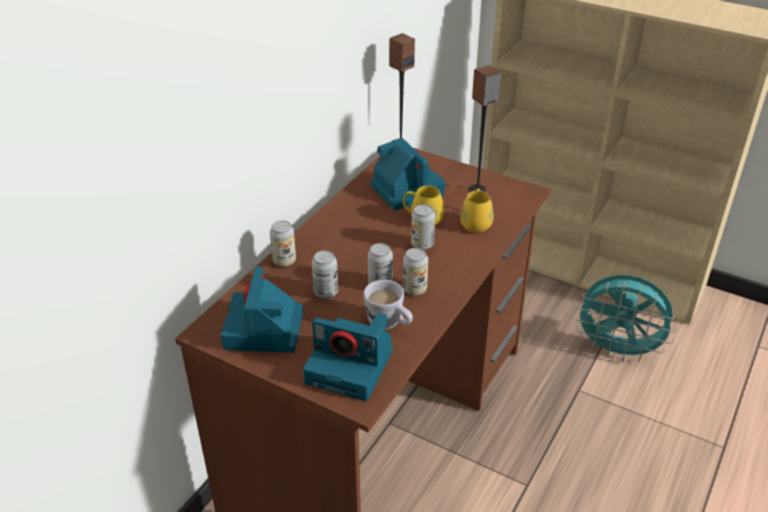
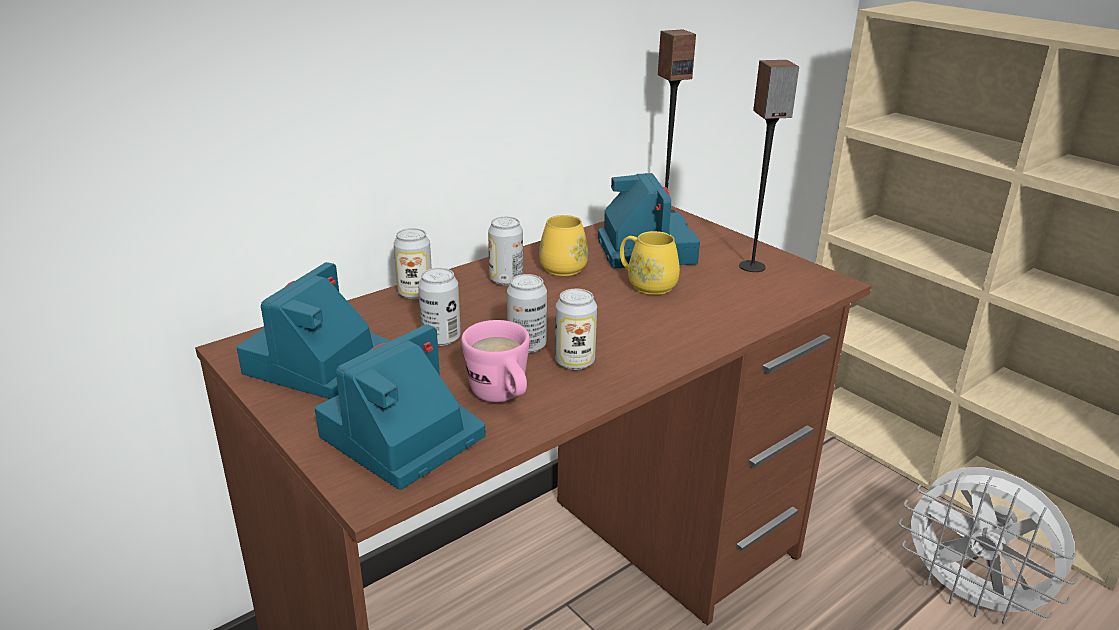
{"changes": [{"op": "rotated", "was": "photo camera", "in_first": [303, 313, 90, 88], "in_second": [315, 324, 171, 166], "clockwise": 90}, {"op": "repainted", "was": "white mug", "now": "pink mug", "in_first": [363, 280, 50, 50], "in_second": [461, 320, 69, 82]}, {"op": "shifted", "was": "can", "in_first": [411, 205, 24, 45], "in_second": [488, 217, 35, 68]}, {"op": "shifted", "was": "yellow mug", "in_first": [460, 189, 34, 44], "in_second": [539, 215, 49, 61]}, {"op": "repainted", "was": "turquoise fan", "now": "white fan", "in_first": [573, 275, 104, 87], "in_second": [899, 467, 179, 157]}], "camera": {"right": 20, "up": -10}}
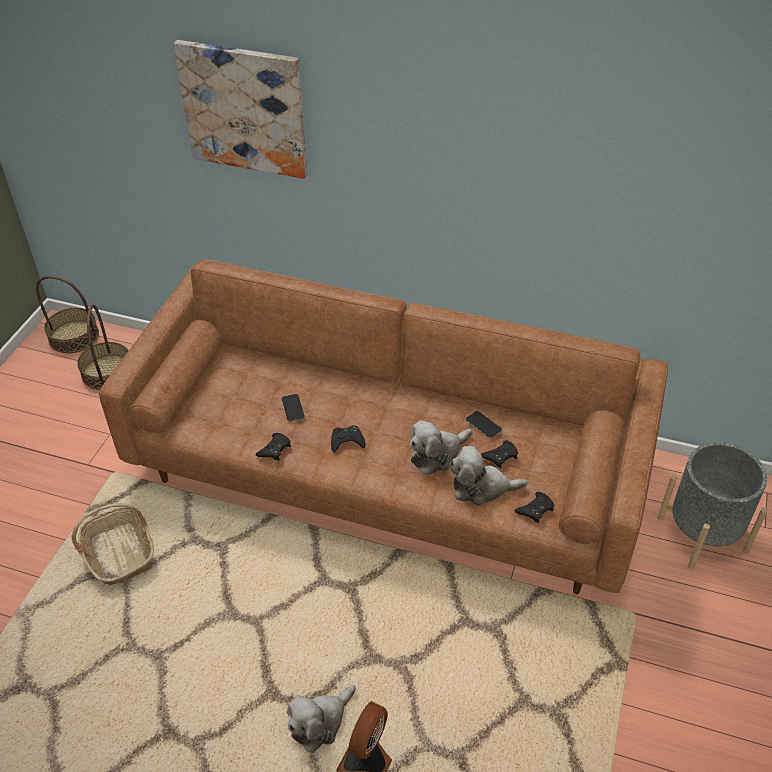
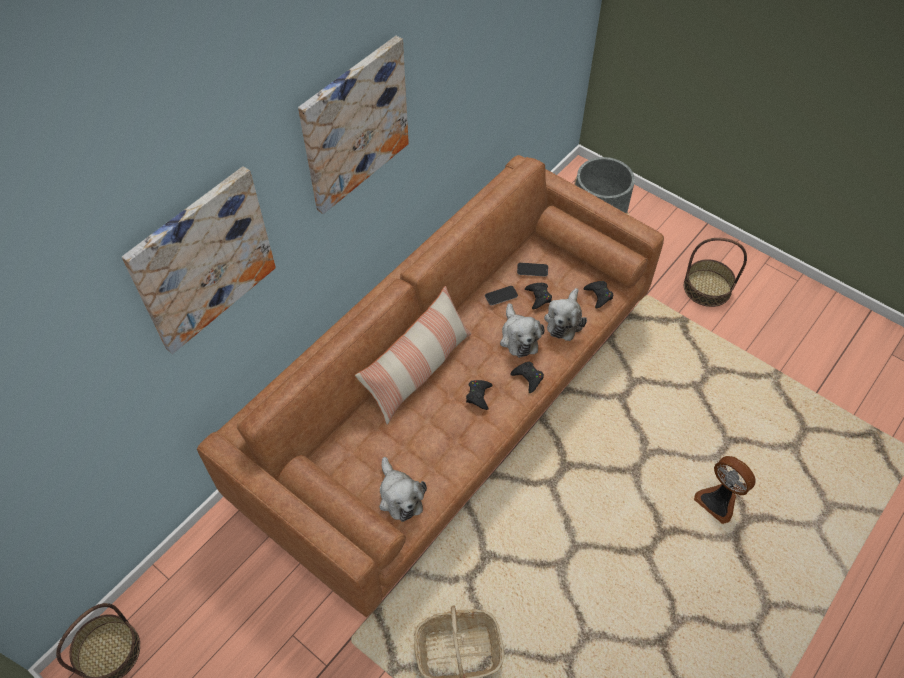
{"changes": [{"op": "shifted", "was": "basket", "in_first": [77, 305, 52, 85], "in_second": [684, 238, 63, 69]}, {"op": "shifted", "was": "black game controller", "in_first": [255, 433, 36, 28], "in_second": [510, 362, 34, 31]}, {"op": "shifted", "was": "phone", "in_first": [282, 394, 23, 28], "in_second": [517, 263, 31, 14]}, {"op": "shifted", "was": "plush toy", "in_first": [287, 685, 69, 67], "in_second": [379, 457, 48, 65]}, {"op": "new", "now": "picture", "in_second": [298, 36, 111, 178]}, {"op": "new", "now": "pillow", "in_second": [355, 286, 116, 139]}], "camera": {"right": -70, "up": 10}}
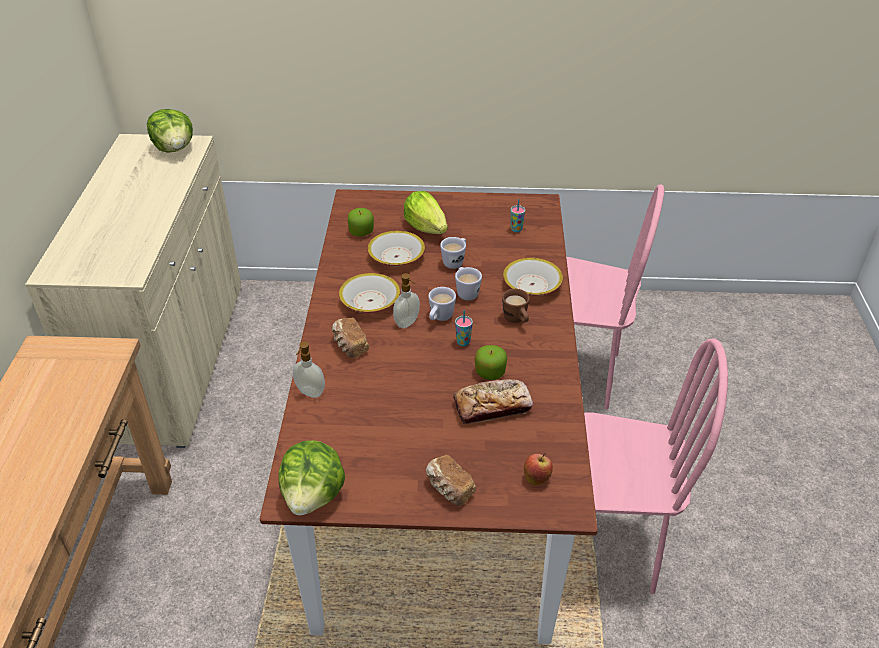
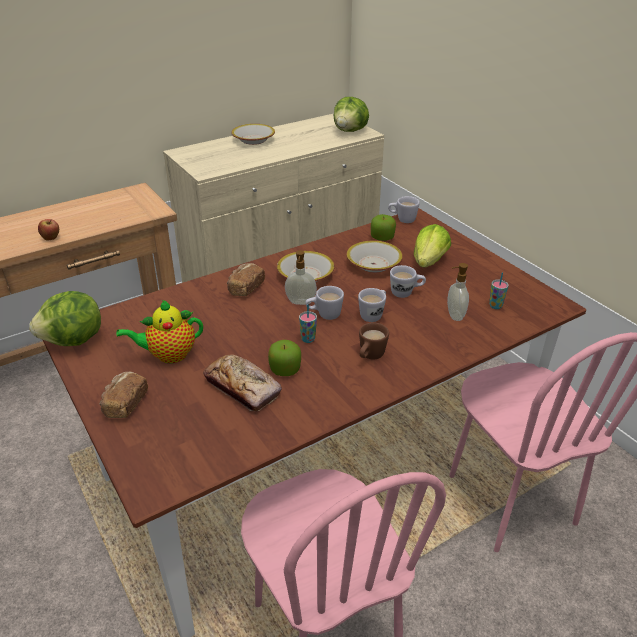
{"changes": [{"op": "shifted", "was": "soap dispenser", "in_first": [293, 341, 32, 57], "in_second": [447, 263, 22, 58]}, {"op": "shifted", "was": "bowl", "in_first": [503, 258, 60, 38], "in_second": [232, 124, 43, 21]}, {"op": "shifted", "was": "apple", "in_first": [524, 453, 29, 32], "in_second": [38, 219, 21, 22]}, {"op": "new", "now": "teapot", "in_second": [116, 300, 87, 63]}, {"op": "new", "now": "white mug", "in_second": [388, 196, 32, 27]}], "camera": {"right": 55, "up": -5}}
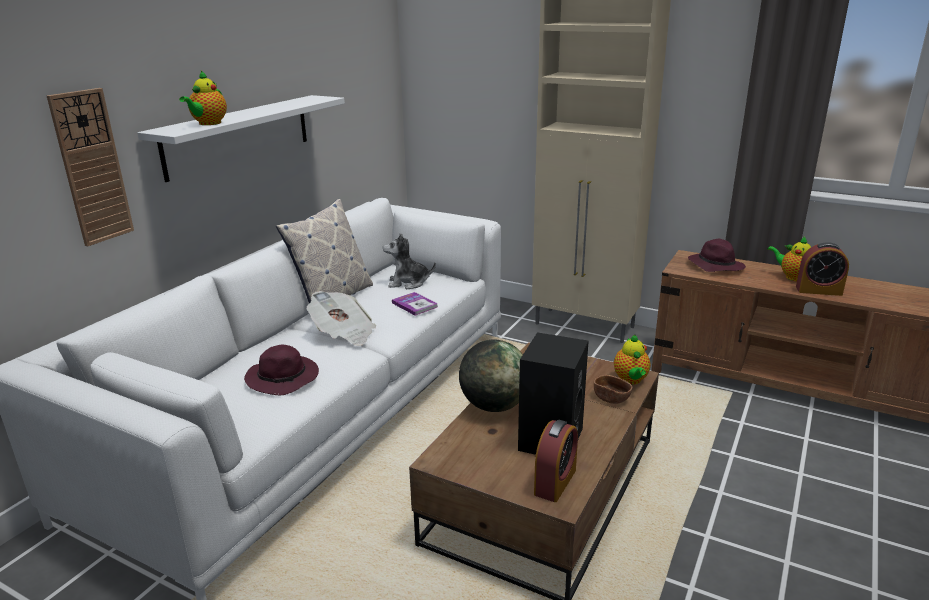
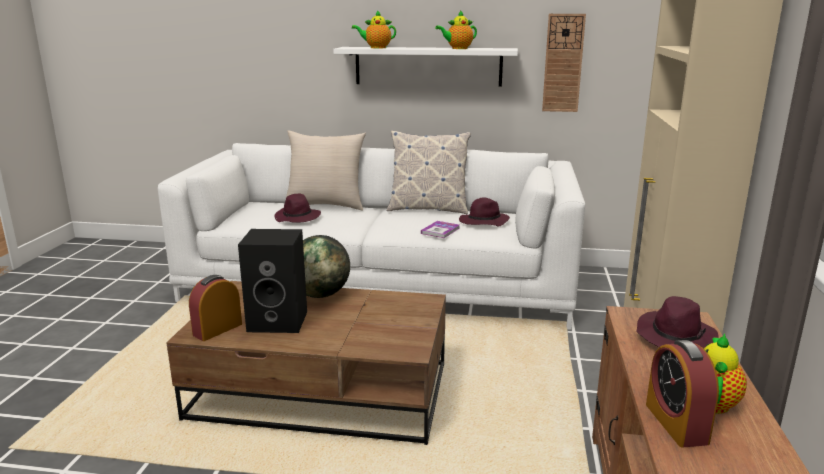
{"changes": [{"op": "shifted", "was": "wall clock", "in_first": [47, 88, 87, 158], "in_second": [542, 14, 44, 98]}, {"op": "gone", "was": "newspaper", "in_first": [307, 291, 69, 55]}, {"op": "swapped", "was": "plush toy", "now": "purple hat", "in_first": [383, 233, 53, 56], "in_second": [459, 197, 51, 29]}, {"op": "rotated", "was": "alarm clock", "in_first": [534, 420, 44, 82], "in_second": [189, 275, 53, 66], "clockwise": 120}, {"op": "gone", "was": "brown bowl", "in_first": [594, 375, 38, 29]}, {"op": "shifted", "was": "teapot", "in_first": [614, 335, 37, 50], "in_second": [435, 10, 42, 39]}, {"op": "new", "now": "beige pillow", "in_second": [285, 130, 81, 81]}], "camera": {"right": 70, "up": -5}}
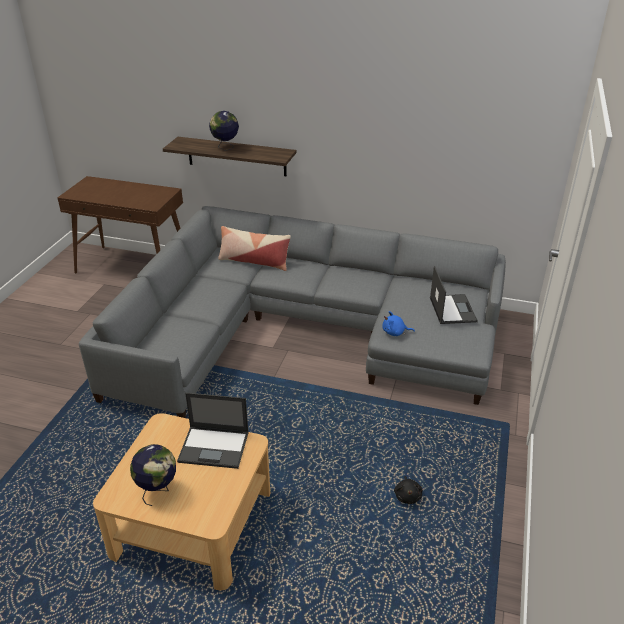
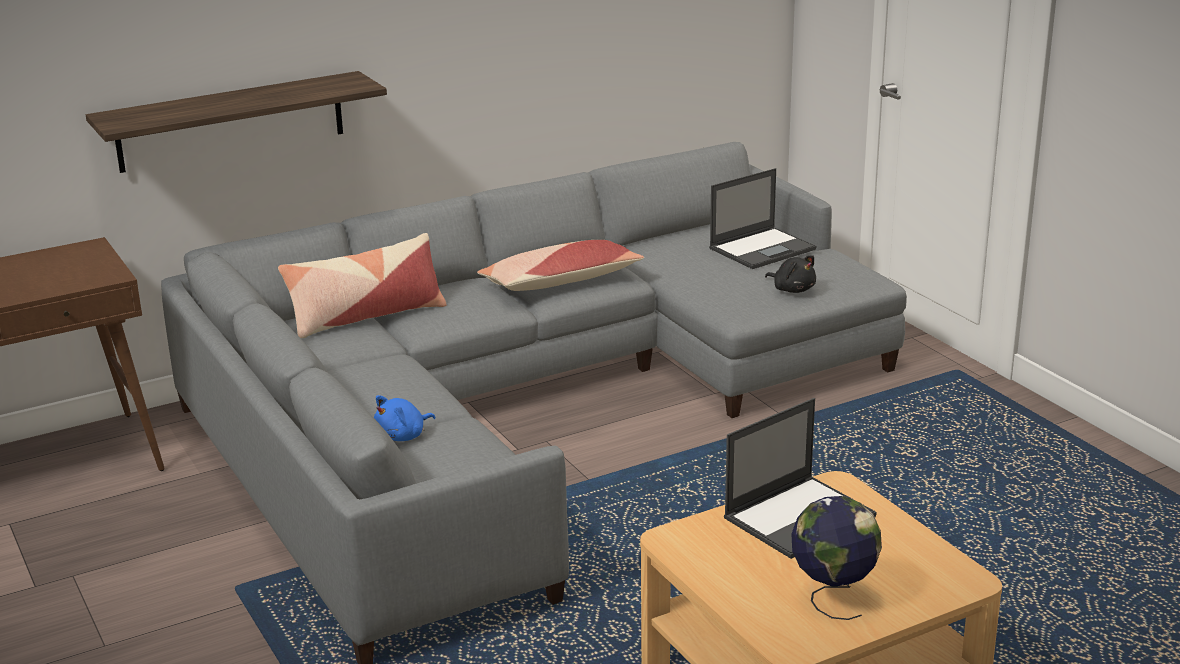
{"changes": [{"op": "gone", "was": "globe", "in_first": [209, 111, 30, 40]}, {"op": "shifted", "was": "blue plush toy", "in_first": [383, 311, 32, 25], "in_second": [374, 395, 61, 46]}, {"op": "shifted", "was": "black plush toy", "in_first": [394, 476, 29, 28], "in_second": [765, 255, 51, 38]}, {"op": "rotated", "was": "laptop", "in_first": [430, 266, 48, 58], "in_second": [709, 168, 107, 101], "clockwise": 105}, {"op": "new", "now": "pillow", "in_second": [477, 240, 167, 51]}], "camera": {"right": -45, "up": -10}}
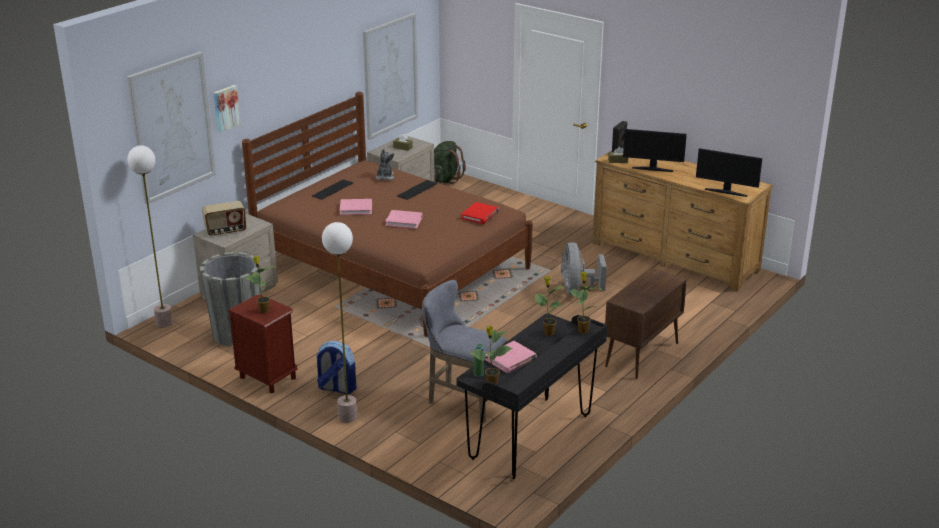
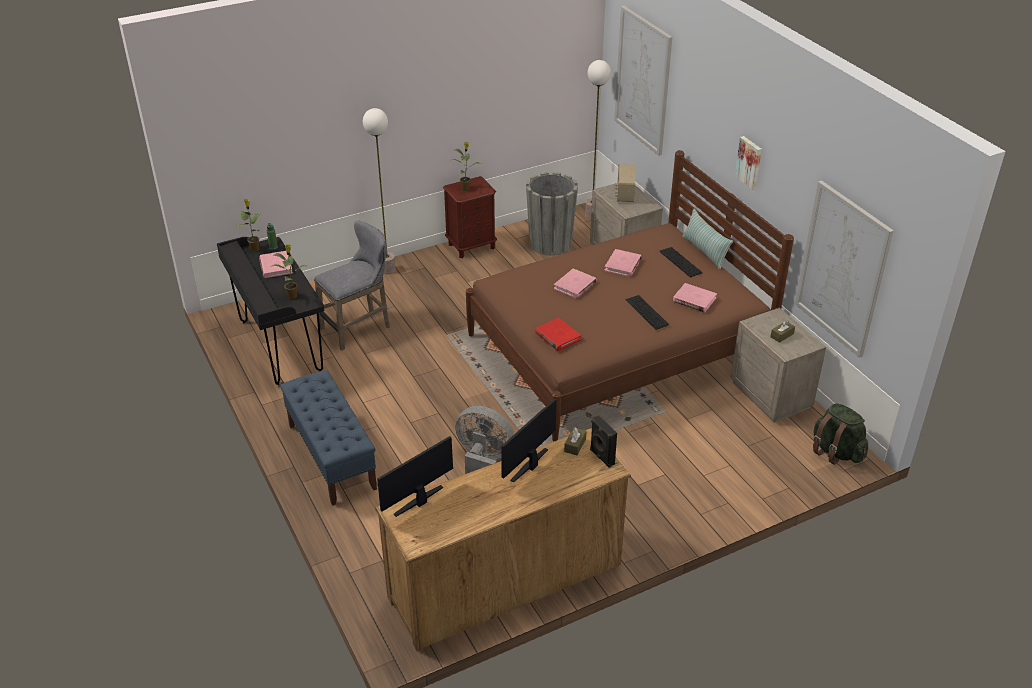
{"changes": [{"op": "shifted", "was": "picture", "in_first": [214, 85, 27, 47], "in_second": [735, 136, 27, 54]}, {"op": "gone", "was": "backpack", "in_first": [316, 341, 41, 53]}, {"op": "swapped", "was": "plush toy", "now": "pink book", "in_first": [376, 149, 18, 31], "in_second": [673, 283, 44, 30]}, {"op": "gone", "was": "potted plant", "in_first": [568, 272, 34, 62]}, {"op": "swapped", "was": "brown cabinet", "now": "blue bench", "in_first": [605, 268, 82, 111], "in_second": [280, 370, 97, 135]}, {"op": "new", "now": "pillow", "in_second": [682, 209, 51, 61]}], "camera": {"right": 115, "up": 10}}
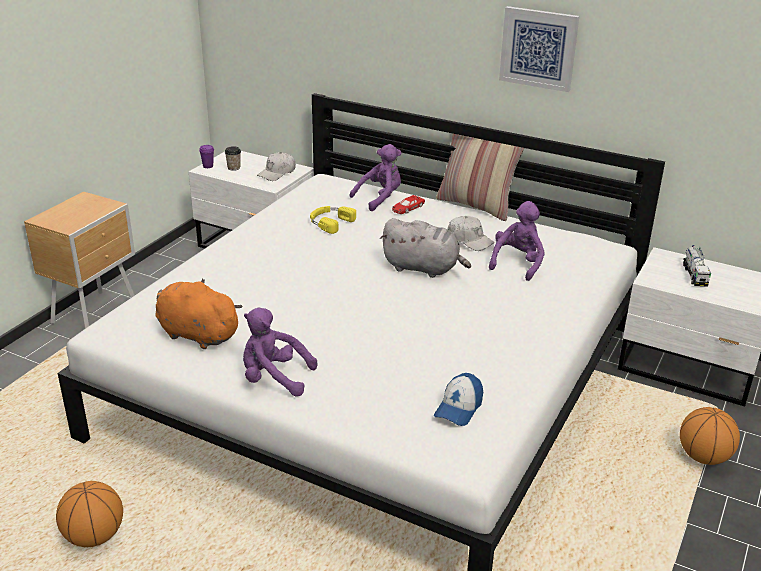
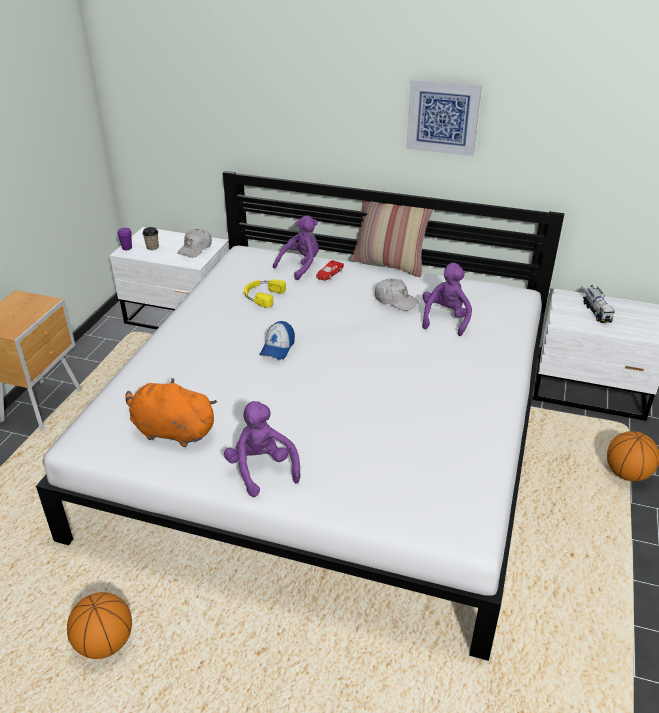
{"changes": [{"op": "rotated", "was": "purple plush toy", "in_first": [243, 308, 74, 88], "in_second": [224, 401, 76, 96], "clockwise": 60}, {"op": "gone", "was": "grey plush toy", "in_first": [380, 218, 91, 60]}, {"op": "shifted", "was": "cap", "in_first": [434, 373, 49, 53], "in_second": [259, 321, 36, 39]}], "camera": {"right": -10, "up": 5}}
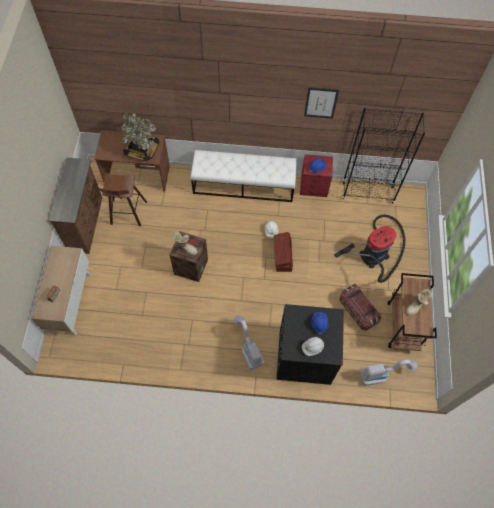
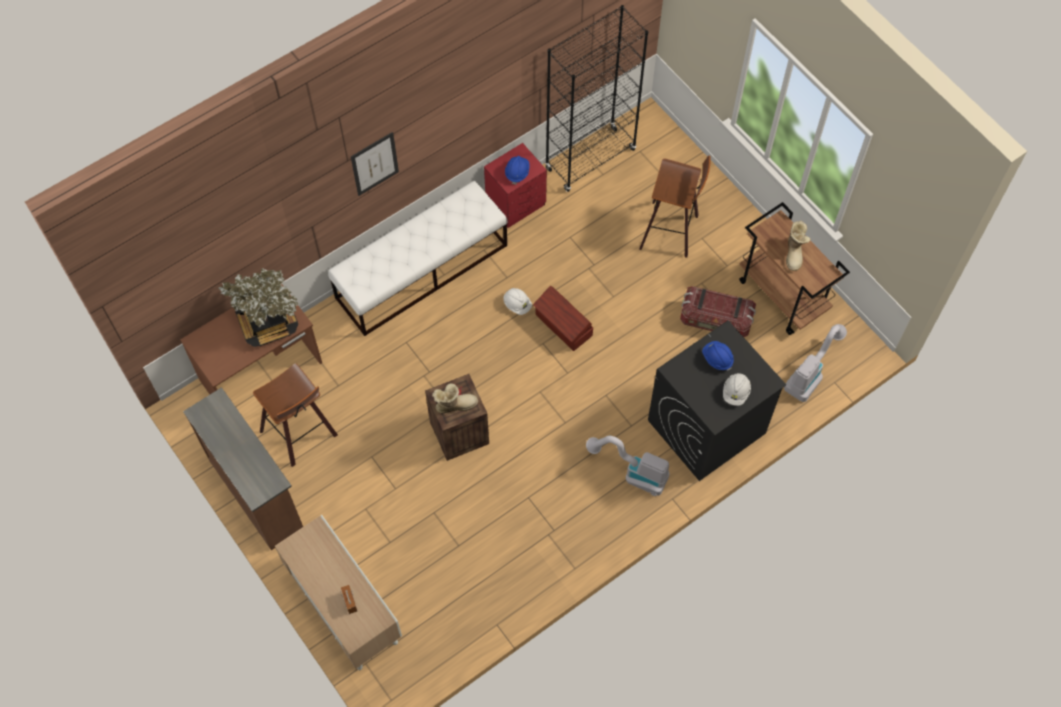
{"changes": [{"op": "shifted", "was": "picture", "in_first": [304, 87, 35, 32], "in_second": [351, 132, 48, 64]}, {"op": "swapped", "was": "vacuum cleaner", "now": "stool", "in_first": [335, 214, 71, 69], "in_second": [639, 155, 72, 103]}], "camera": {"right": -40, "up": 0}}
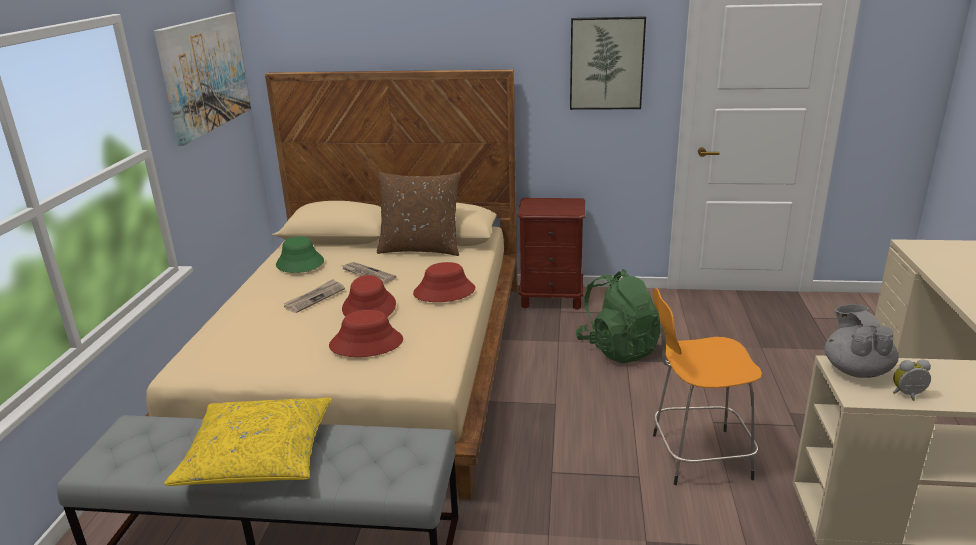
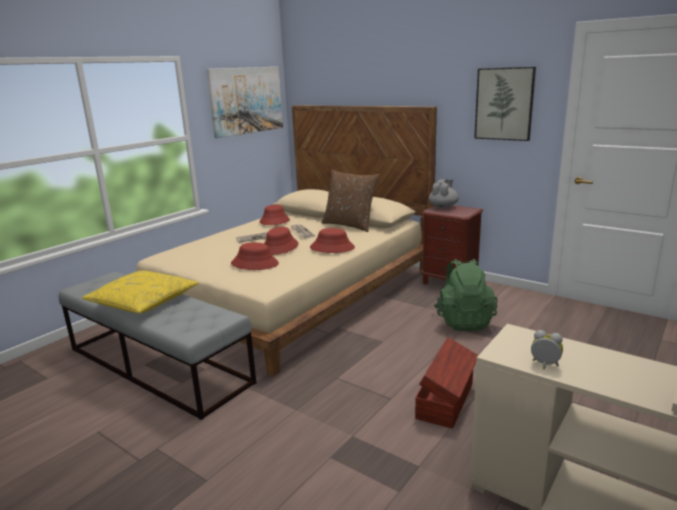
{"changes": [{"op": "repainted", "was": "green hat", "now": "red hat", "in_first": [276, 236, 48, 37], "in_second": [259, 205, 31, 20]}, {"op": "swapped", "was": "orange stool", "now": "brown storage box", "in_first": [653, 288, 109, 197], "in_second": [415, 337, 63, 92]}, {"op": "shifted", "was": "grey teapot", "in_first": [824, 304, 74, 74], "in_second": [429, 179, 30, 29]}], "camera": {"right": 30, "up": -5}}
